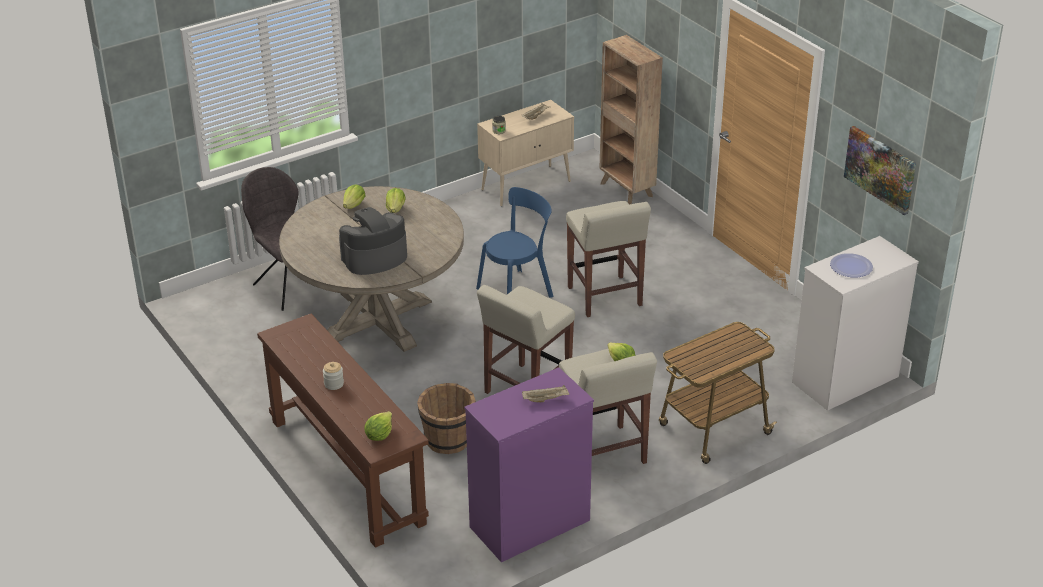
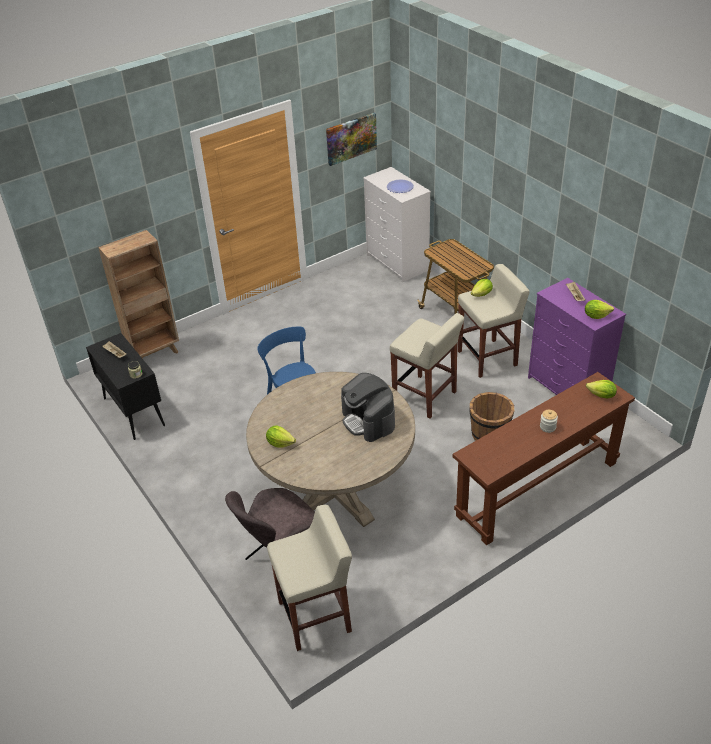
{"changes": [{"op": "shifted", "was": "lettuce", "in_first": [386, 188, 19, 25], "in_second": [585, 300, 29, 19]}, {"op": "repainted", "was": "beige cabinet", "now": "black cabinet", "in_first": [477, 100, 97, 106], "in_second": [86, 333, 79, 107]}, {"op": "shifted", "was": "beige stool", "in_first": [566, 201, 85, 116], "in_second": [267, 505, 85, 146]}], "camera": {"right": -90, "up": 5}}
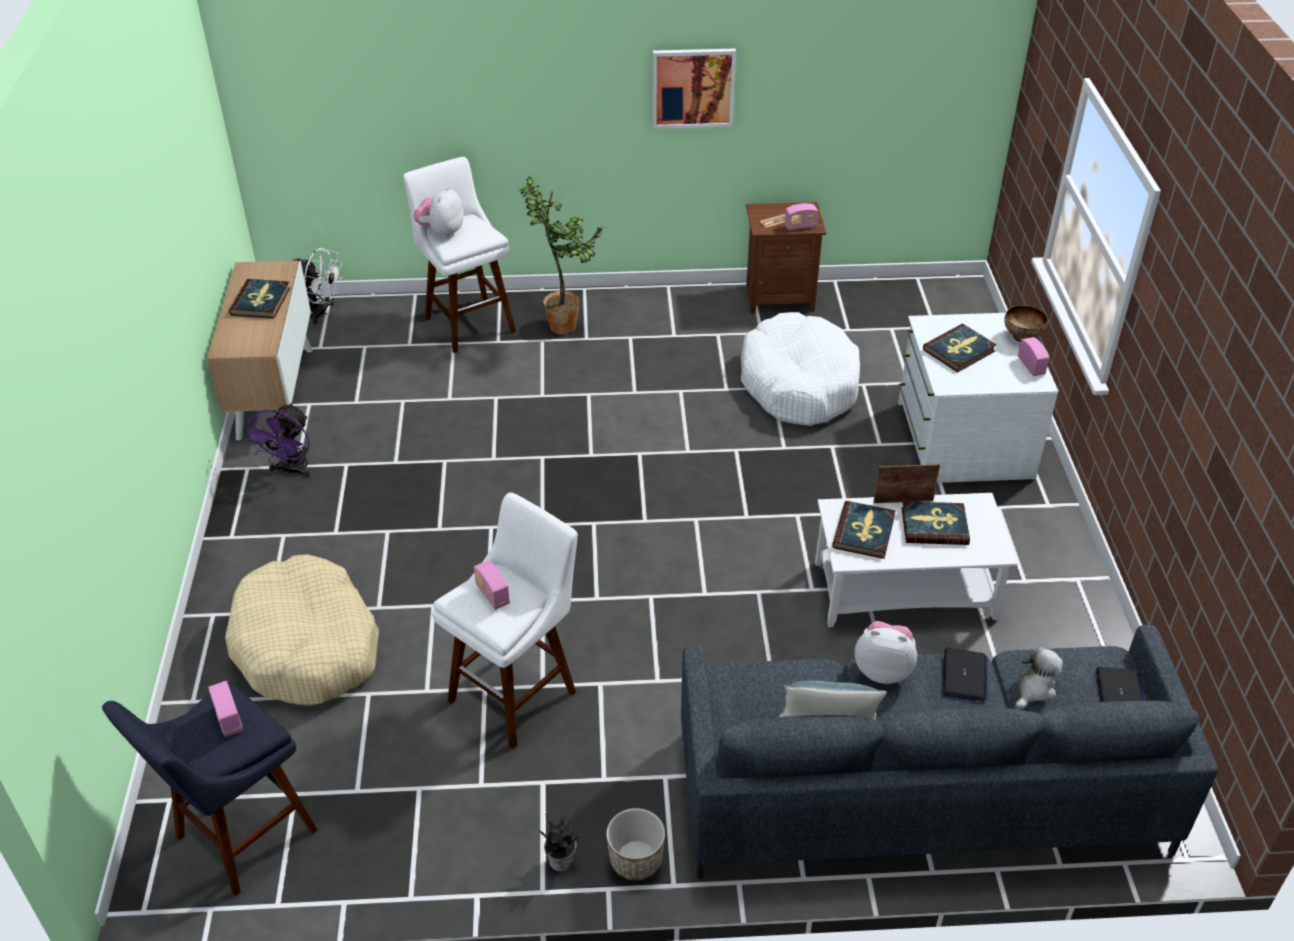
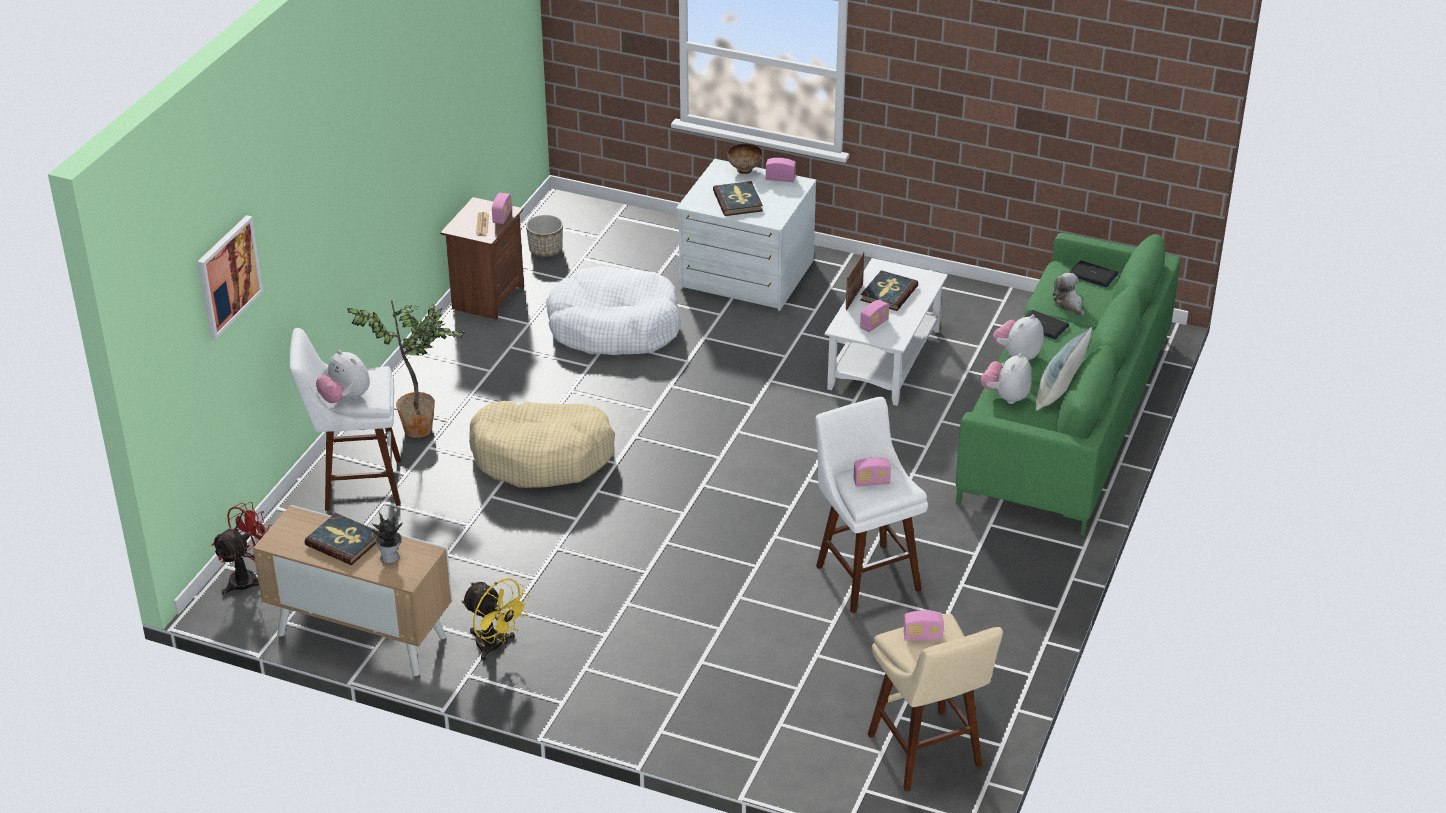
{"changes": [{"op": "repainted", "was": "blue stool", "now": "beige stool", "in_first": [102, 680, 215, 216], "in_second": [868, 614, 135, 178]}, {"op": "shifted", "was": "beige dog bed", "in_first": [225, 554, 154, 152], "in_second": [469, 401, 146, 87]}, {"op": "repainted", "was": "purple fan", "now": "yellow fan", "in_first": [245, 403, 66, 75], "in_second": [461, 578, 69, 83]}, {"op": "repainted", "was": "white fan", "now": "red fan", "in_first": [289, 248, 54, 77], "in_second": [211, 502, 61, 94]}, {"op": "shifted", "was": "potted plant", "in_first": [539, 813, 46, 59], "in_second": [365, 511, 38, 53]}, {"op": "shifted", "was": "planter", "in_first": [606, 808, 59, 72], "in_second": [526, 215, 37, 42]}, {"op": "shifted", "was": "picture", "in_first": [653, 49, 83, 80], "in_second": [197, 215, 66, 124]}, {"op": "repainted", "was": "grey sofa", "now": "green sofa", "in_first": [681, 625, 537, 254], "in_second": [956, 233, 224, 303]}, {"op": "swapped", "was": "book", "now": "radio", "in_first": [832, 501, 64, 58], "in_second": [860, 300, 29, 32]}, {"op": "new", "now": "plush toy", "in_second": [981, 353, 51, 51]}], "camera": {"right": -65, "up": -5}}
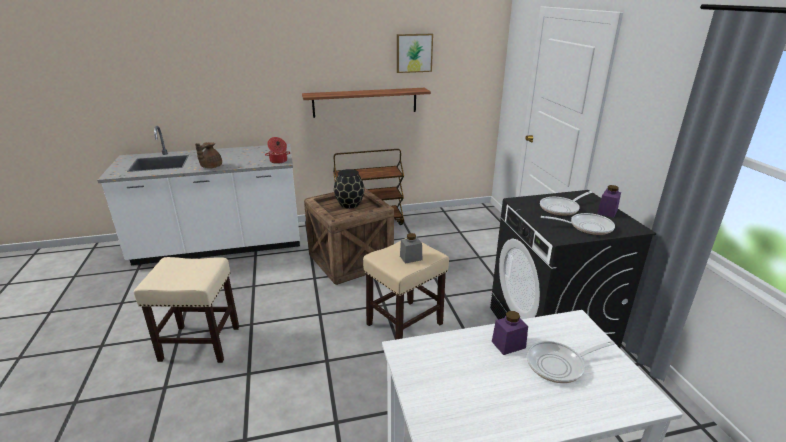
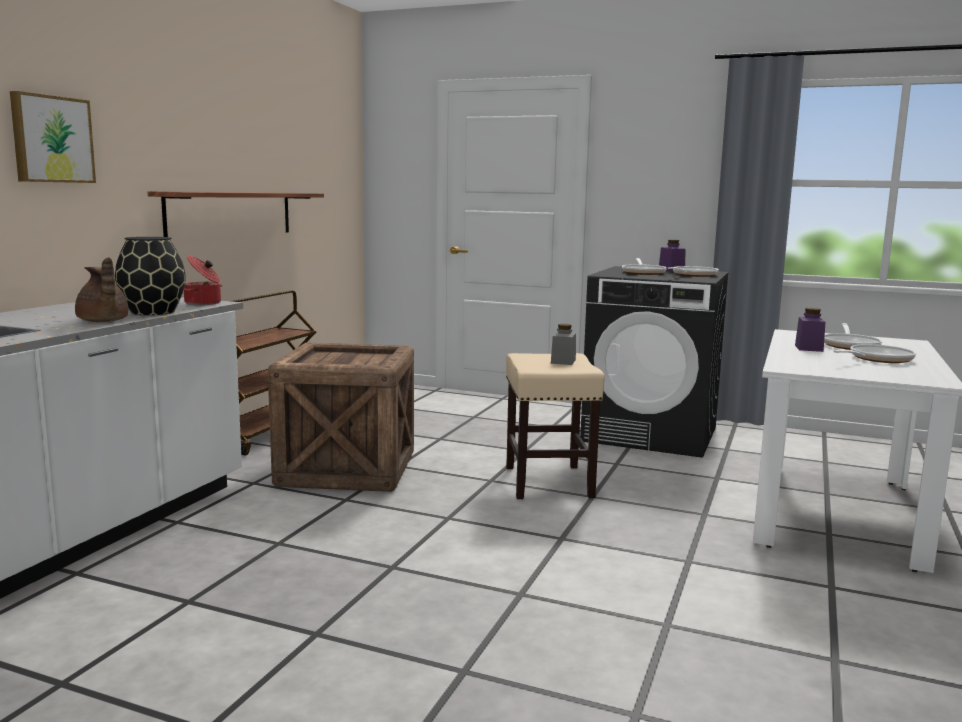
{"changes": [{"op": "gone", "was": "beige stool", "in_first": [134, 257, 105, 106]}, {"op": "shifted", "was": "black vase", "in_first": [334, 169, 30, 40], "in_second": [115, 237, 71, 78]}, {"op": "shifted", "was": "picture", "in_first": [397, 34, 36, 39], "in_second": [10, 91, 86, 92]}, {"op": "new", "now": "frying pan", "in_second": [833, 344, 83, 19]}], "camera": {"right": -55, "up": -15}}
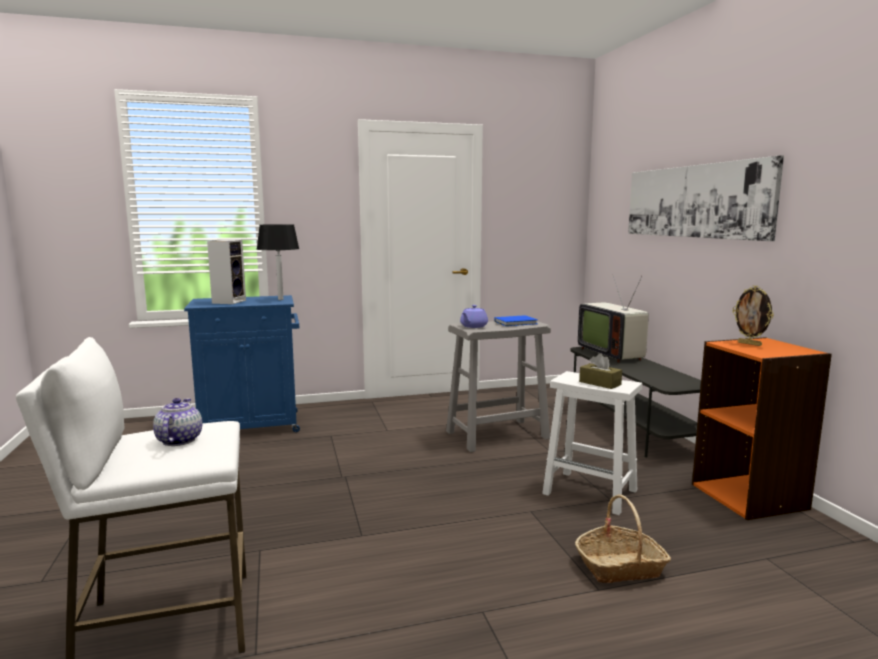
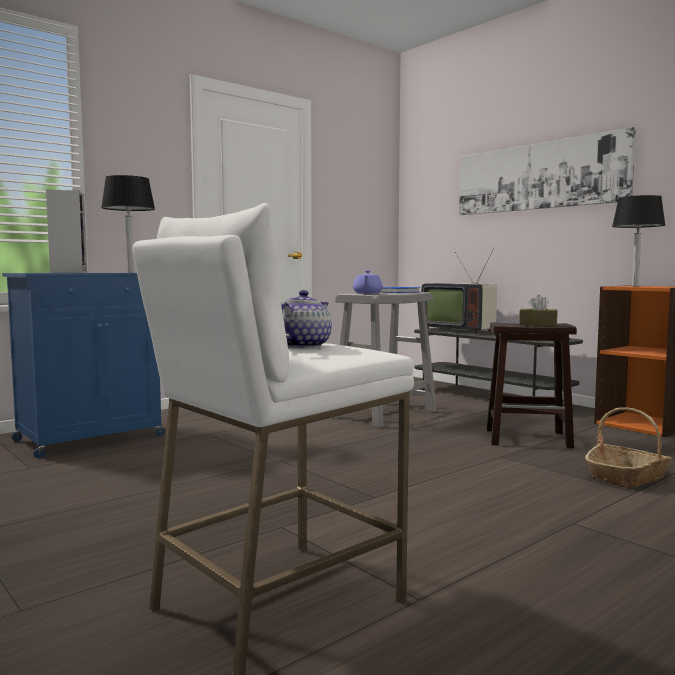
{"changes": [{"op": "rotated", "was": "teapot", "in_first": [153, 398, 49, 48], "in_second": [281, 290, 51, 58], "clockwise": 60}, {"op": "repainted", "was": "white stool", "now": "brown stool", "in_first": [542, 371, 100, 144], "in_second": [486, 322, 91, 126]}, {"op": "swapped", "was": "picture frame", "now": "black table lamp", "in_first": [733, 285, 41, 61], "in_second": [612, 195, 53, 91]}], "camera": {"right": -25, "up": -5}}
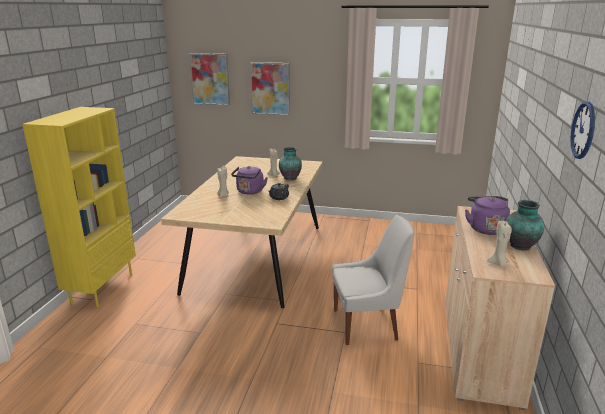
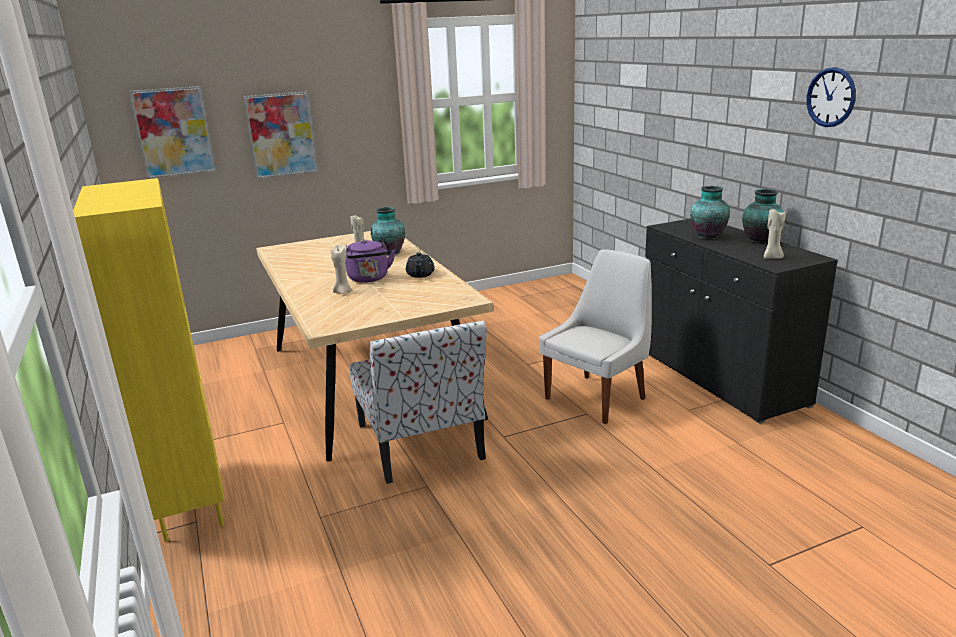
{"changes": [{"op": "repainted", "was": "beige cabinet", "now": "black cabinet", "in_first": [445, 206, 110, 204], "in_second": [645, 219, 193, 205]}, {"op": "swapped", "was": "purple kettle", "now": "vase", "in_first": [465, 196, 45, 39], "in_second": [690, 186, 40, 54]}, {"op": "new", "now": "chair", "in_second": [350, 320, 137, 164]}], "camera": {"right": -35, "up": 0}}
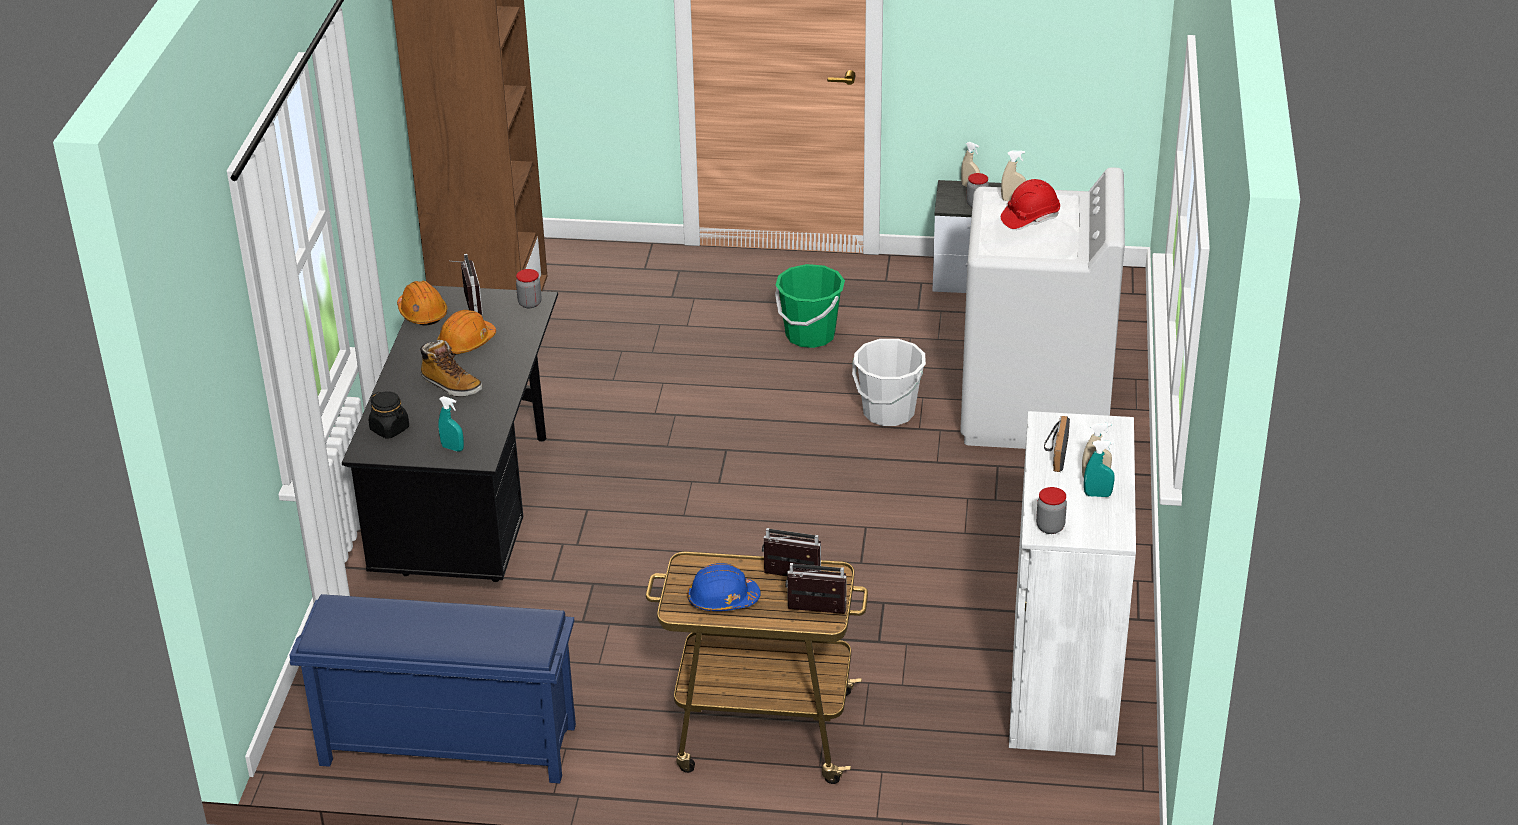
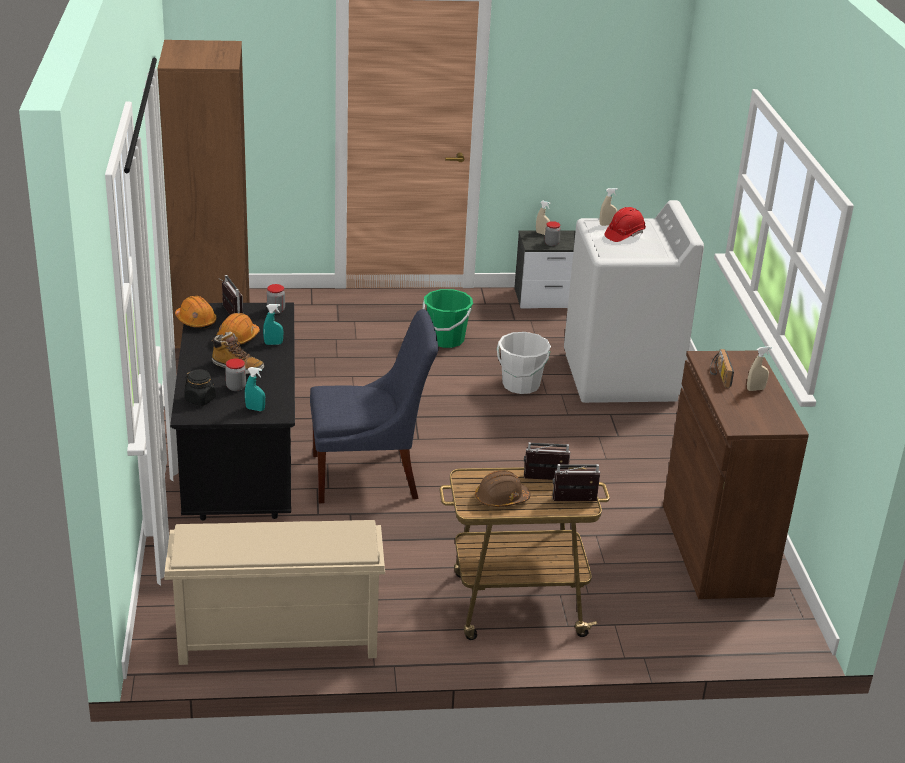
{"changes": [{"op": "repainted", "was": "blue shoe rack", "now": "beige shoe rack", "in_first": [289, 594, 287, 190], "in_second": [164, 520, 221, 145]}, {"op": "repainted", "was": "blue hard hat", "now": "brown hard hat", "in_first": [688, 563, 73, 48], "in_second": [475, 470, 56, 37]}, {"op": "repainted", "was": "white cabinet", "now": "brown cabinet", "in_first": [1009, 411, 127, 345], "in_second": [663, 351, 146, 248]}, {"op": "shifted", "was": "jar", "in_first": [1036, 487, 31, 47], "in_second": [225, 358, 21, 33]}, {"op": "shifted", "was": "turquoise spray bottle", "in_first": [1084, 440, 31, 57], "in_second": [263, 304, 20, 41]}, {"op": "new", "now": "blue chair", "in_second": [310, 309, 129, 194]}], "camera": {"right": -15, "up": -5}}
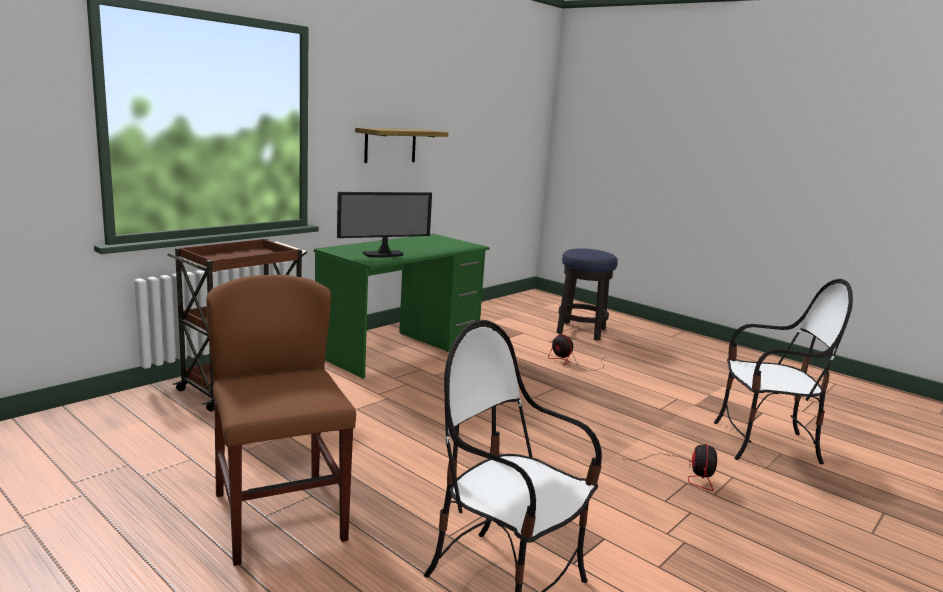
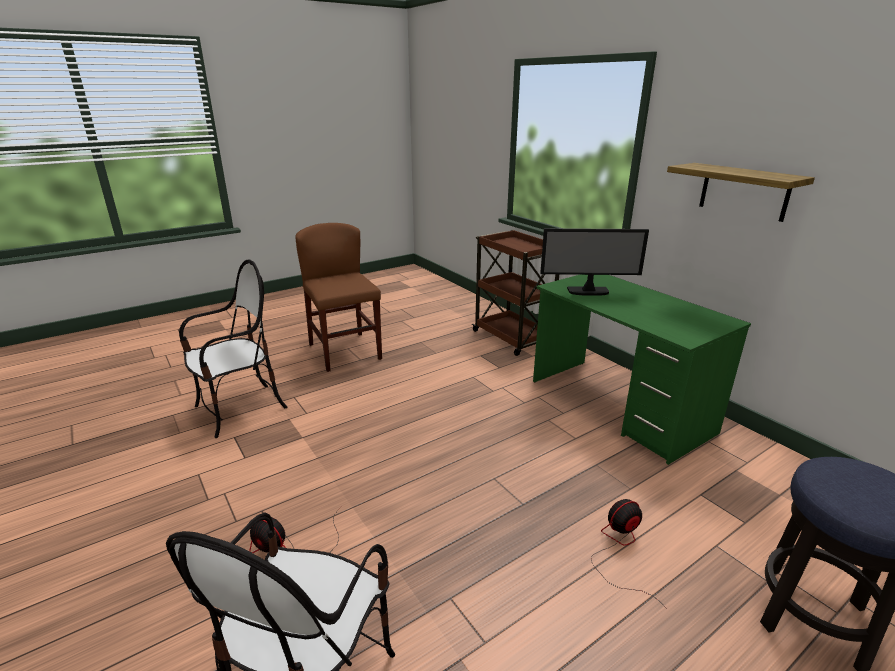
{"changes": [{"op": "rotated", "was": "brown chair", "in_first": [206, 275, 150, 291], "in_second": [295, 223, 87, 149], "clockwise": -105}, {"op": "rotated", "was": "monitor", "in_first": [337, 192, 95, 65], "in_second": [540, 228, 109, 68], "clockwise": -75}], "camera": {"right": 105, "up": 10}}
